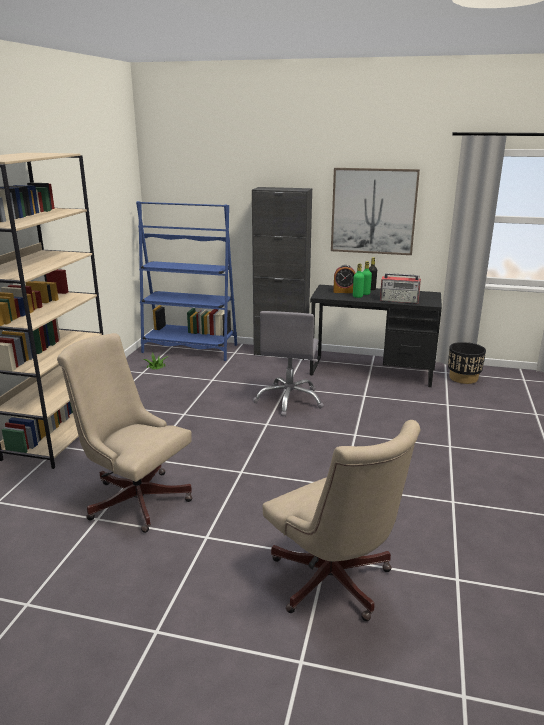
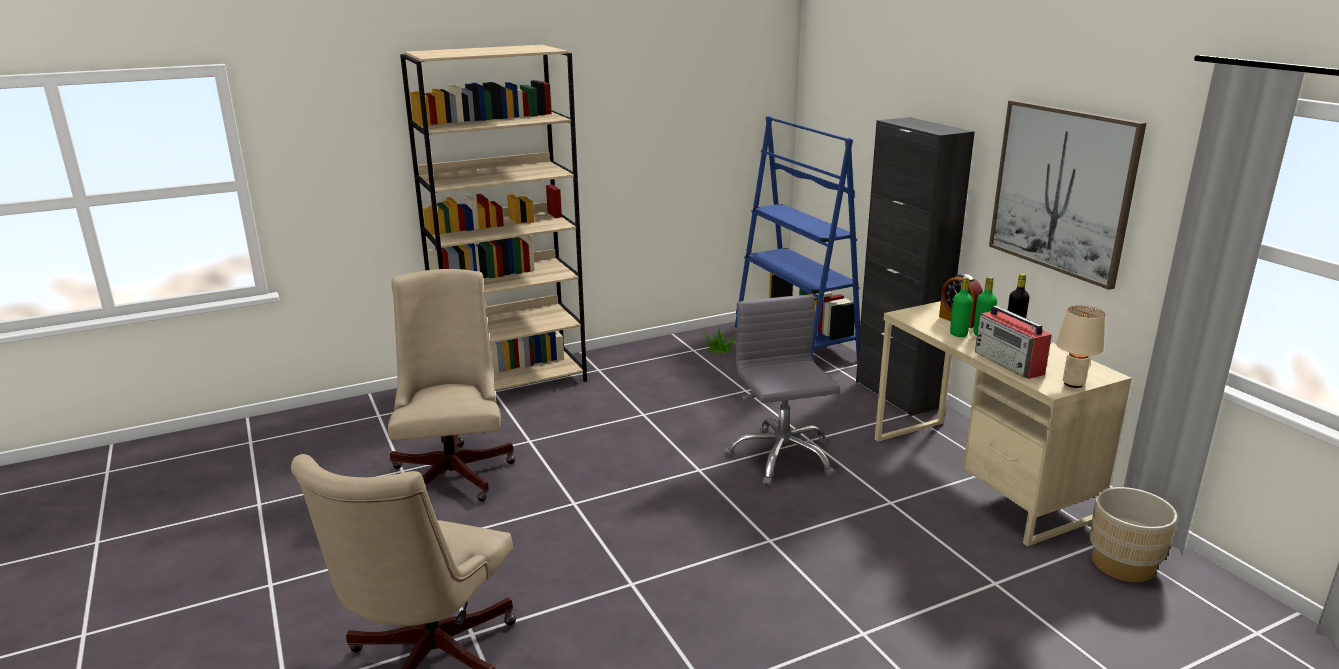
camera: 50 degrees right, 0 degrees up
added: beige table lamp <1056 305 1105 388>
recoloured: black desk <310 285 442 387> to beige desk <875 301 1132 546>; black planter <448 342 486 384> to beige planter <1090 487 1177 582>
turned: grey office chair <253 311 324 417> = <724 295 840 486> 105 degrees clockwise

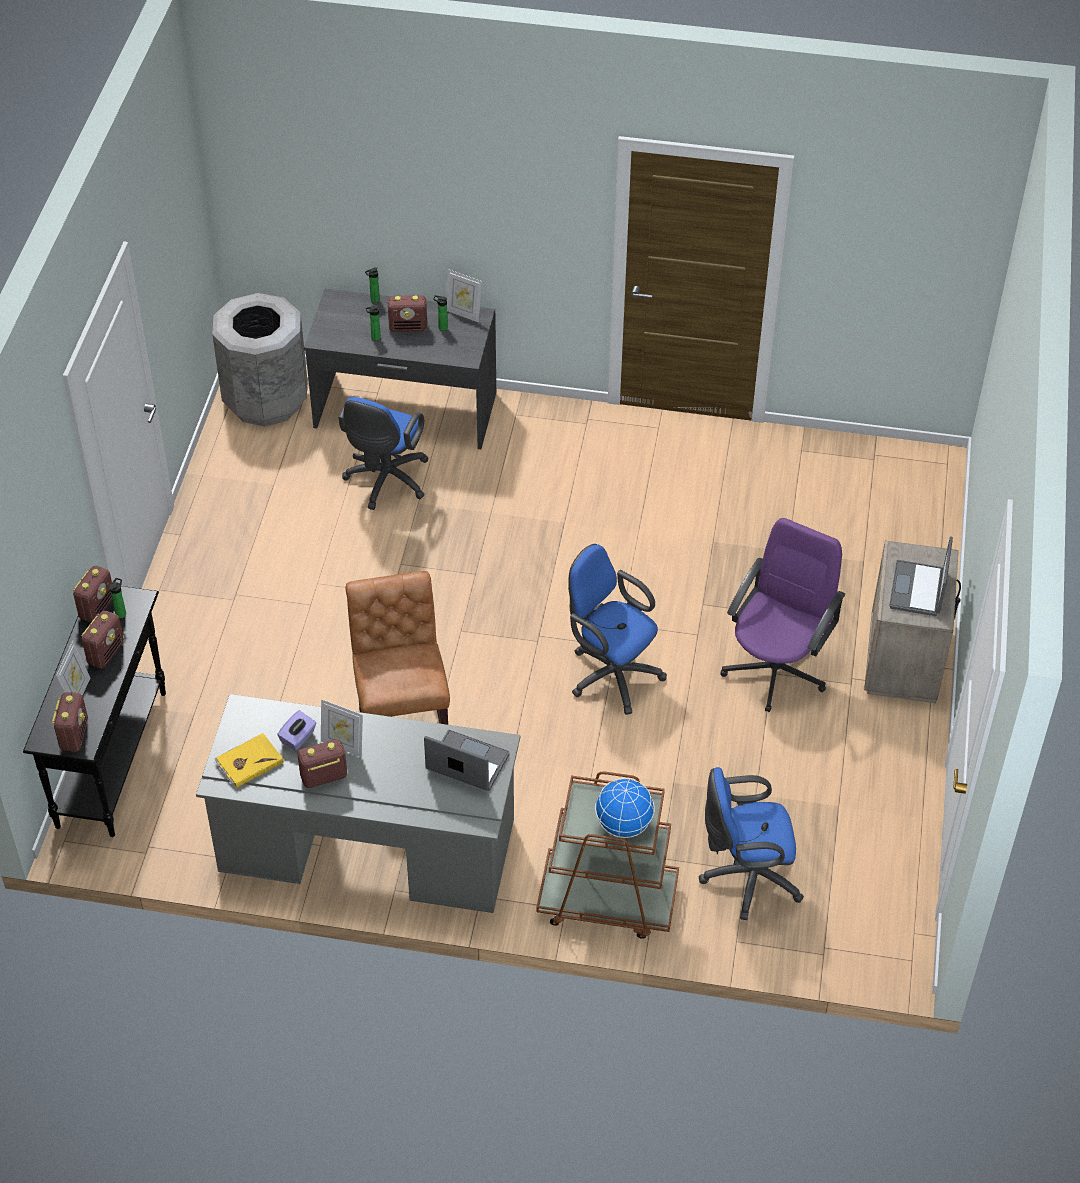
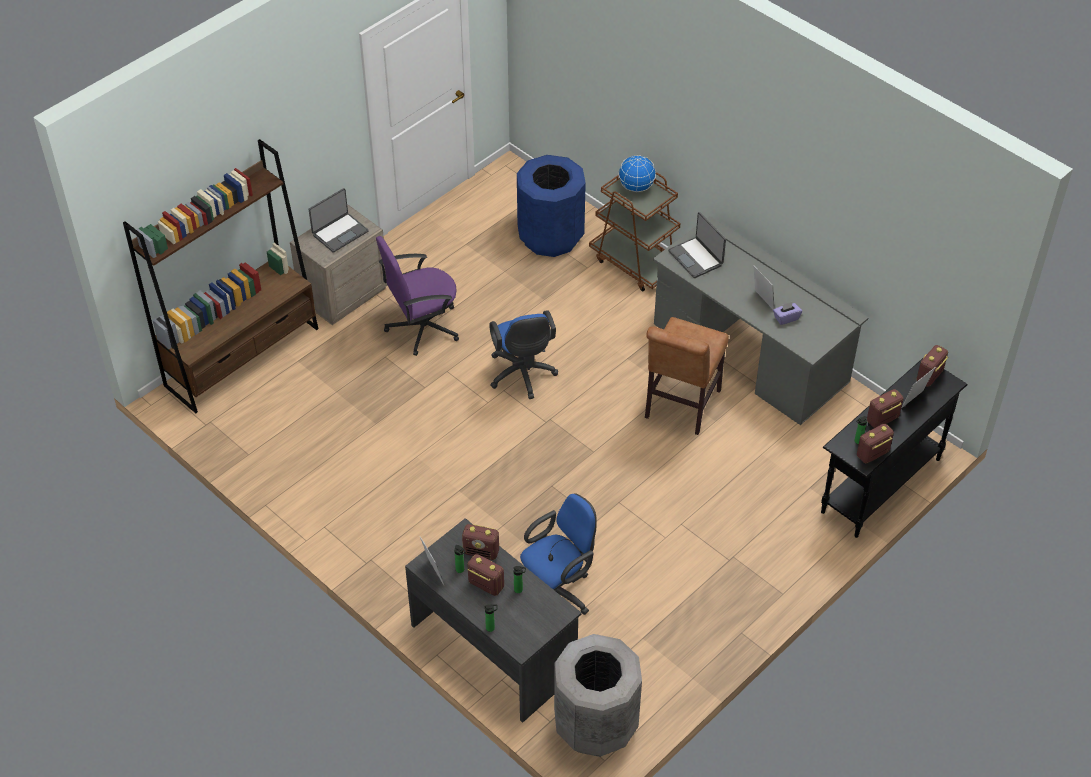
camera: 145 degrees left, 0 degrees up
removed: yellow book <214 733 284 788>
added: brown bookcase <123 139 318 413>
moved: radio <298 739 347 788> to <462 524 499 560>
replaced: blue office chair <699 767 804 920> to blue trash can <517 155 586 257>

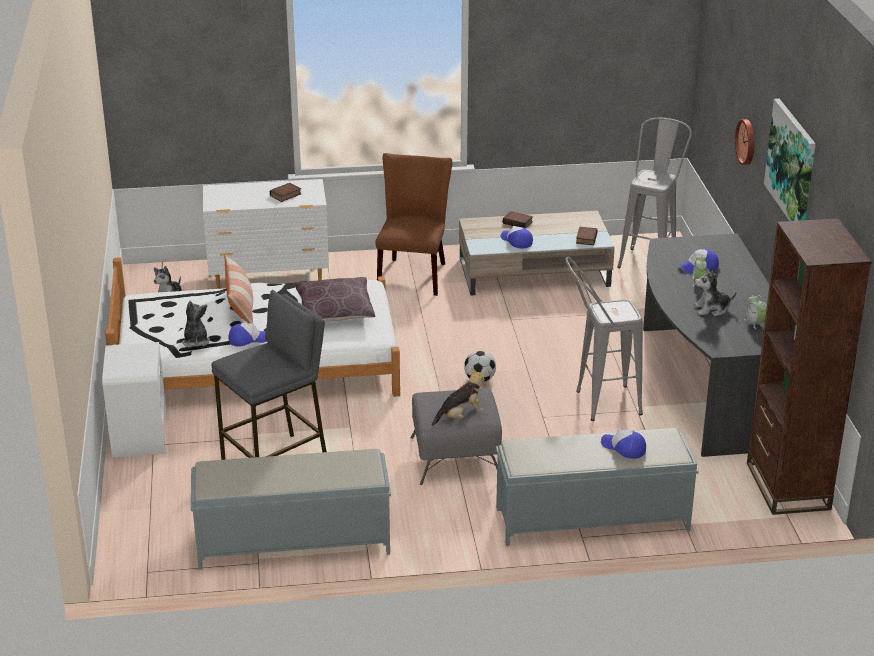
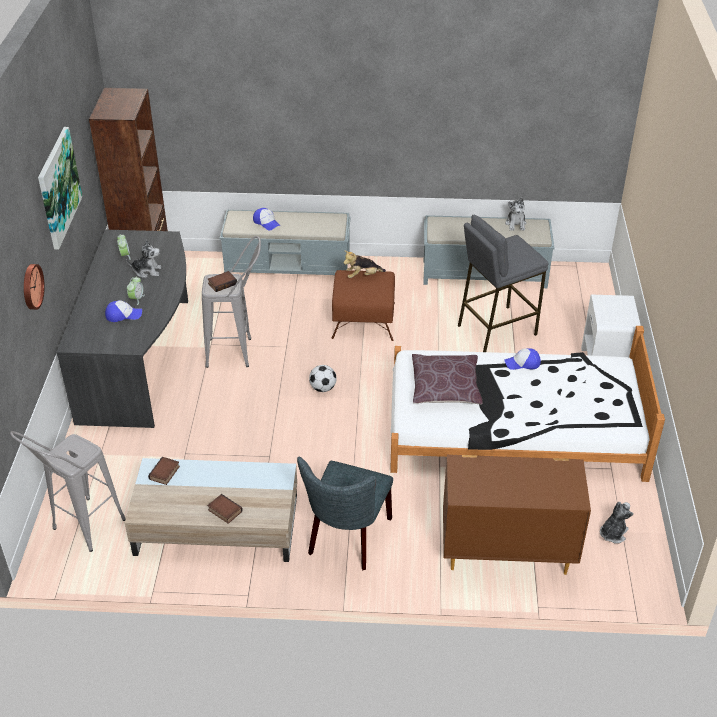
camera: 170 degrees left, 10 degrees up
removed: pillow <224 255 253 324>; cap <501 226 533 249>
moved: plush toy <182 301 210 347> to <505 198 526 231>; book <270 183 301 202> to <208 271 237 292>
recoloured: white dresser <203 179 329 289> to brown dresser <443 455 591 575>; brown chair <376 153 452 296> to grey chair <297 457 393 570>; grey ottoman <411 388 502 485> to brown ottoman <331 270 395 341>

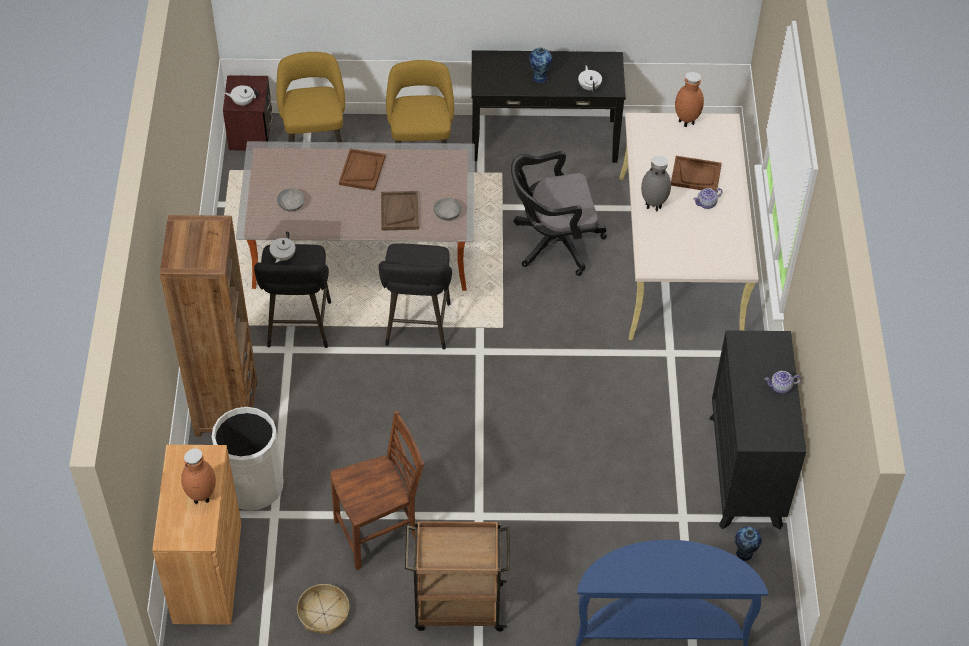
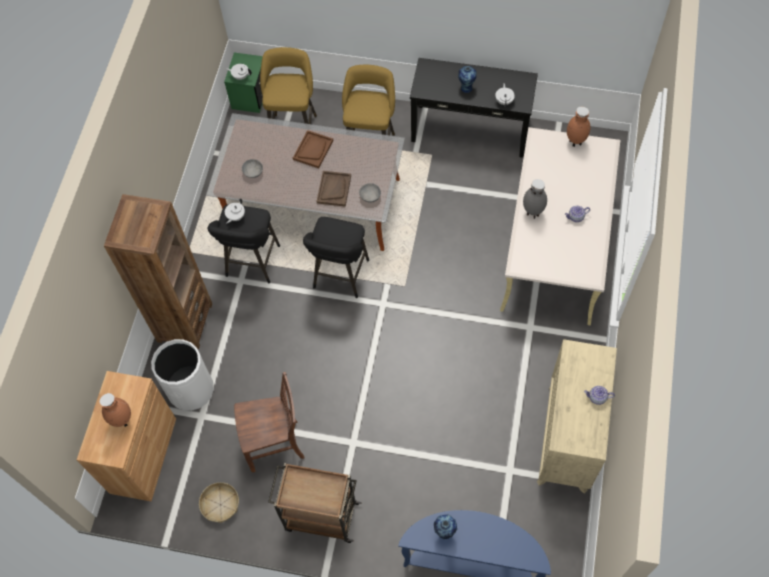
camera: 15 degrees right, 10 degrees up
removed: black office chair <511 151 607 276>; brown tray <671 156 722 191>
moved: vase <734 526 762 561> to <434 515 457 539>
recoloured: brown nightstand <223 75 273 150> to green nightstand <224 52 263 113>; black dresser <709 330 806 530> to beige dresser <537 339 617 494>

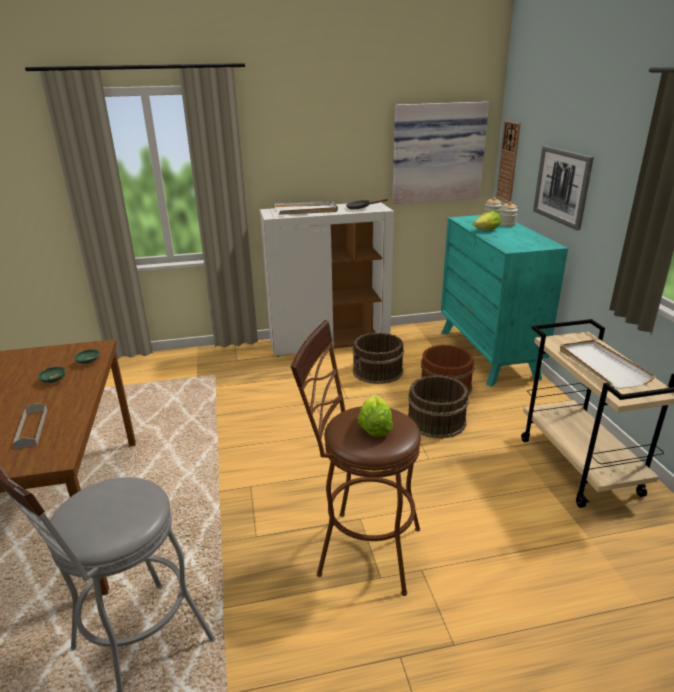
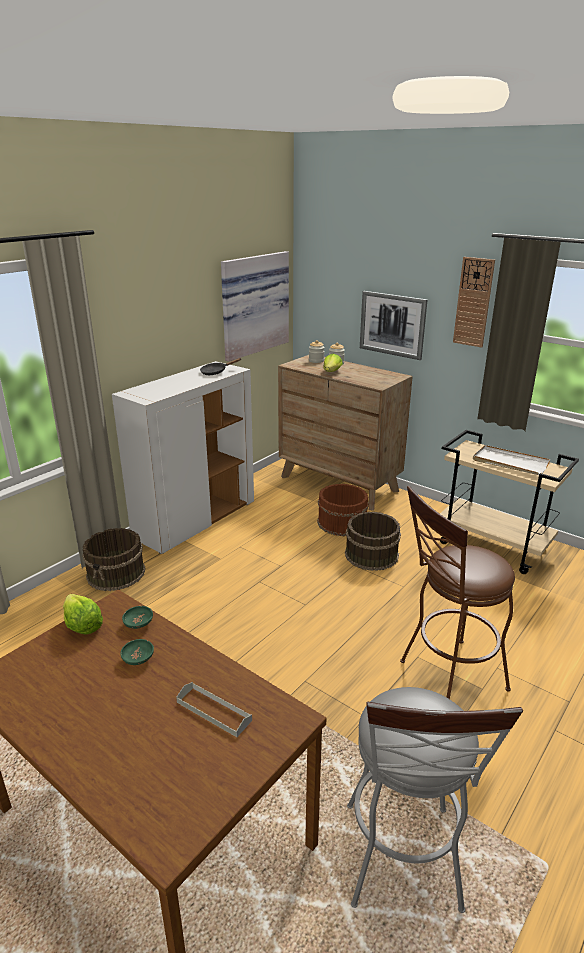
camera: 40 degrees left, 0 degrees up
removed: white tray <275 201 338 215>
moved: brown bucket <352 332 404 384> to <82 528 145 591>; lettuce <358 394 393 437> to <63 594 103 635>; wall clock <496 121 521 203> to <453 257 495 348>
recoloured: turquoise dresser <441 215 568 387> to brown dresser <278 355 413 510>

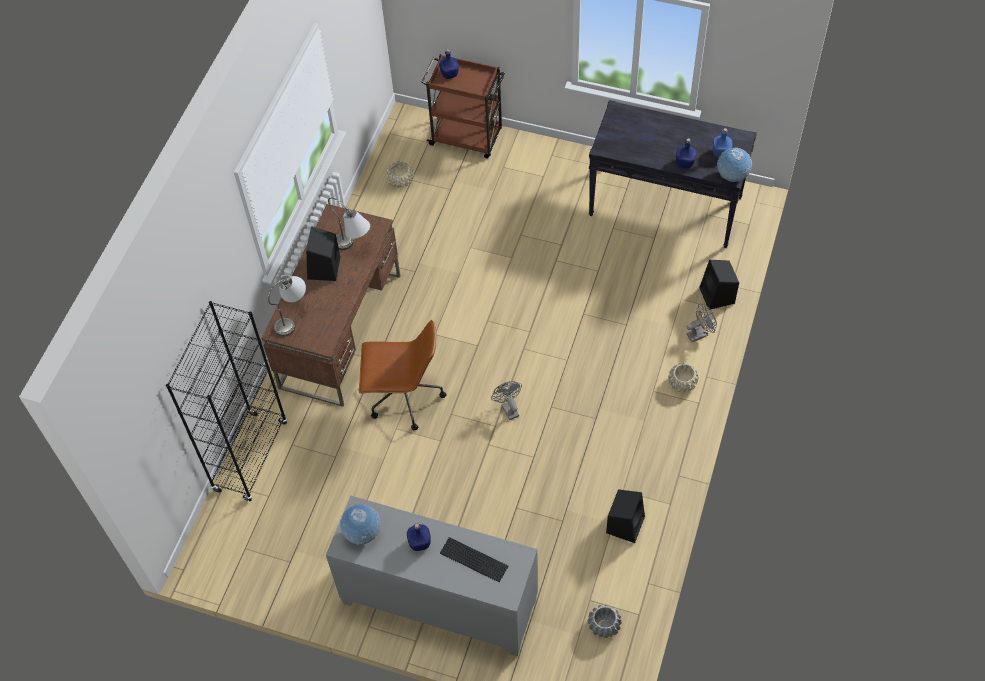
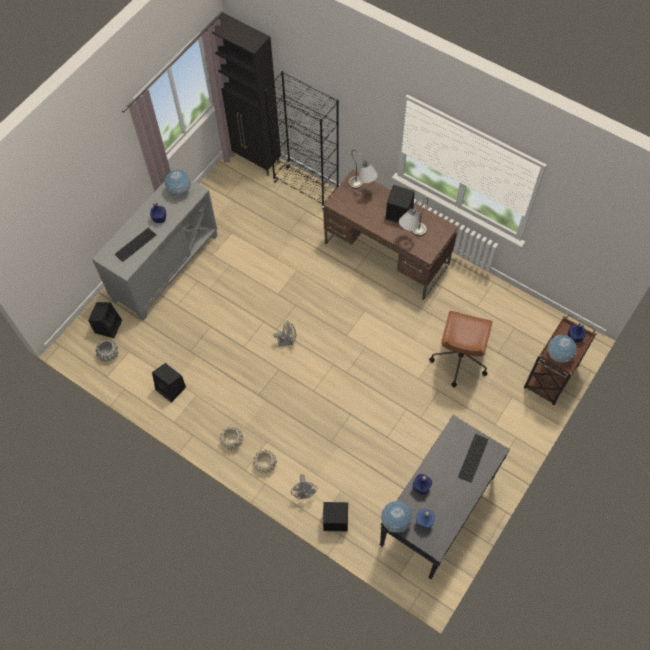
camera: 105 degrees right, 5 degrees up
added: black speaker <88 302 122 338>; black cabinet <207 13 281 176>; keyboard <458 434 489 483>; globe <547 334 577 363>
moved: brown office chair <359 320 447 430> to <429 311 493 387>; beige planter <386 161 413 188> to <220 427 243 451>

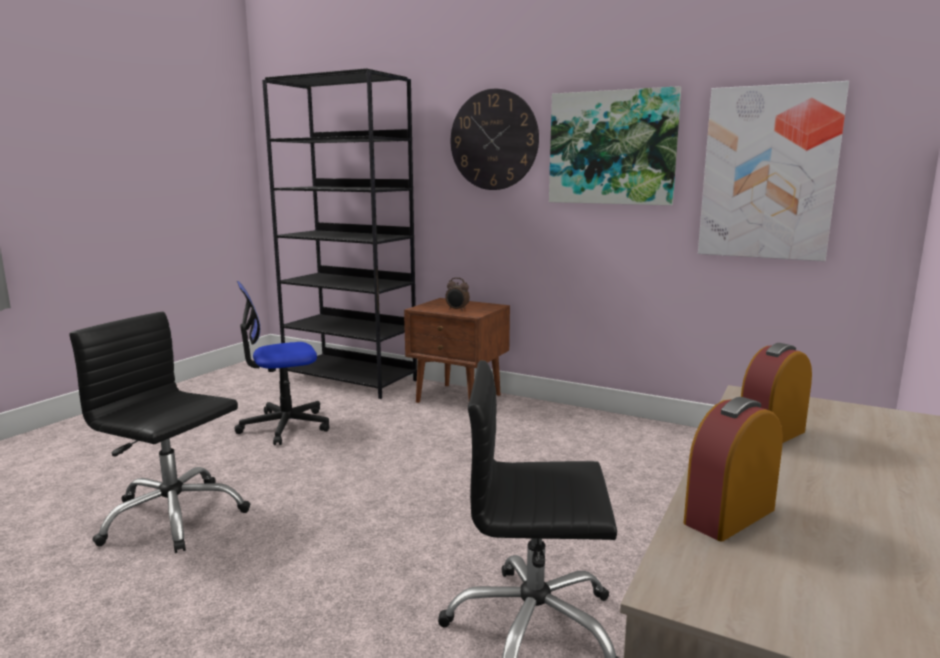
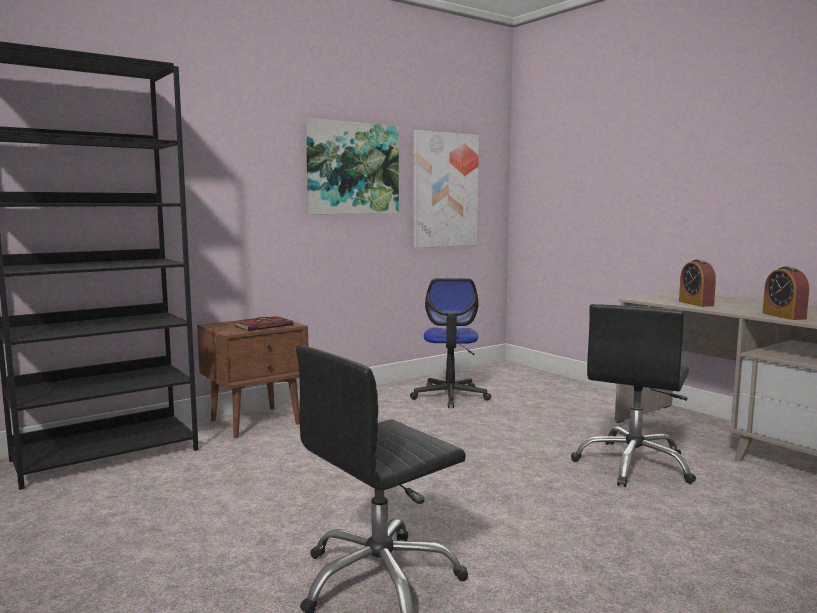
camera: 65 degrees left, 5 degrees down
removed: wall clock <451 89 539 190>
moved: office chair <235 281 329 445> to <410 278 491 408>
replaced: alarm clock <445 278 470 311> to book <234 316 293 331>

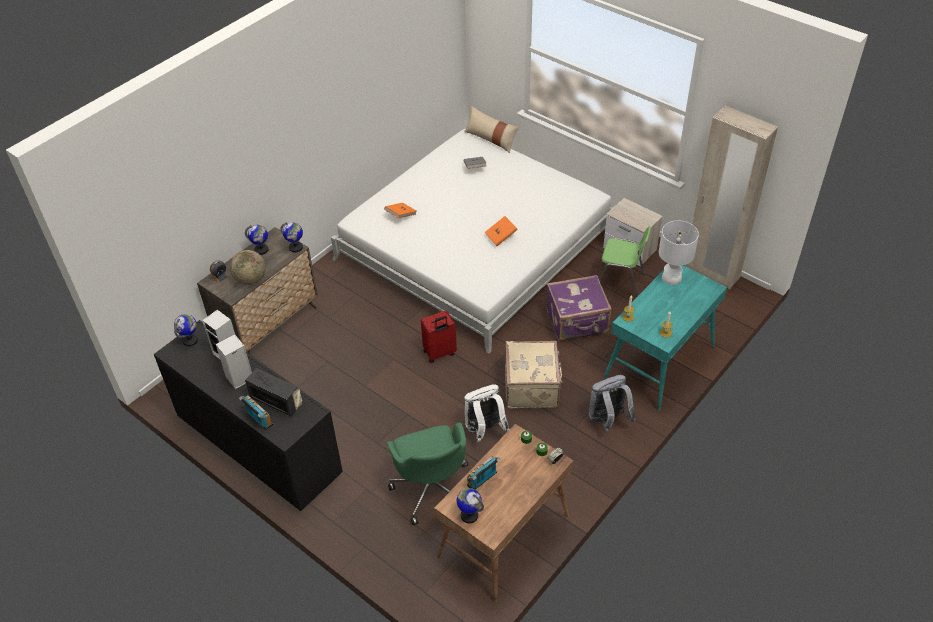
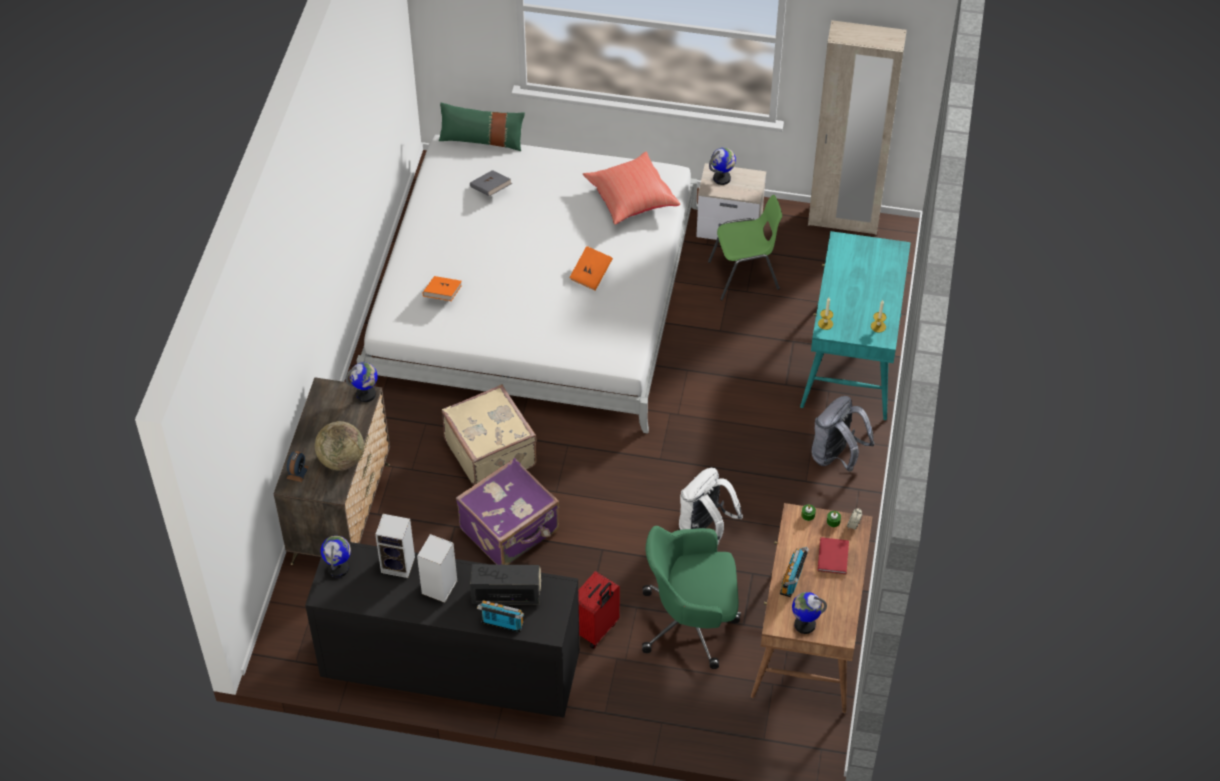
camera: 30 degrees left, 5 degrees up
removed: white table lamp <659 220 699 285>
added: red pillow <583 152 680 225>; red book <817 537 849 574>
moved: globe <245 225 268 255> to <709 148 736 185>; red suitcase <421 310 457 363> to <578 571 620 649>; beige suitcase <505 341 562 409> to <442 385 537 486>; purple suitcase <547 275 612 341> to <456 458 559 565>
recoloured: beige pillow <464 106 519 153> to green pillow <439 103 525 151>
turned: green office chair <387 422 468 525> = <642 526 741 669> 135 degrees clockwise

